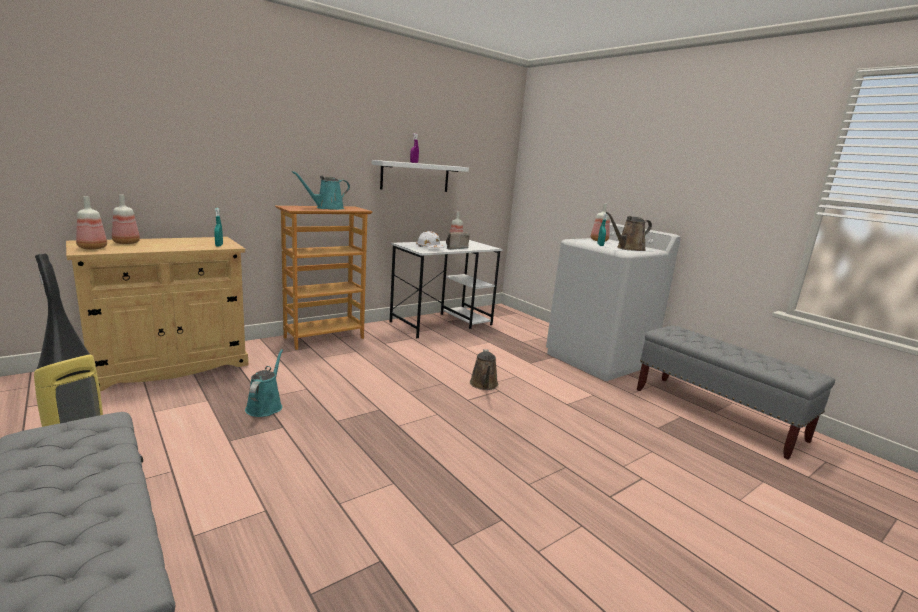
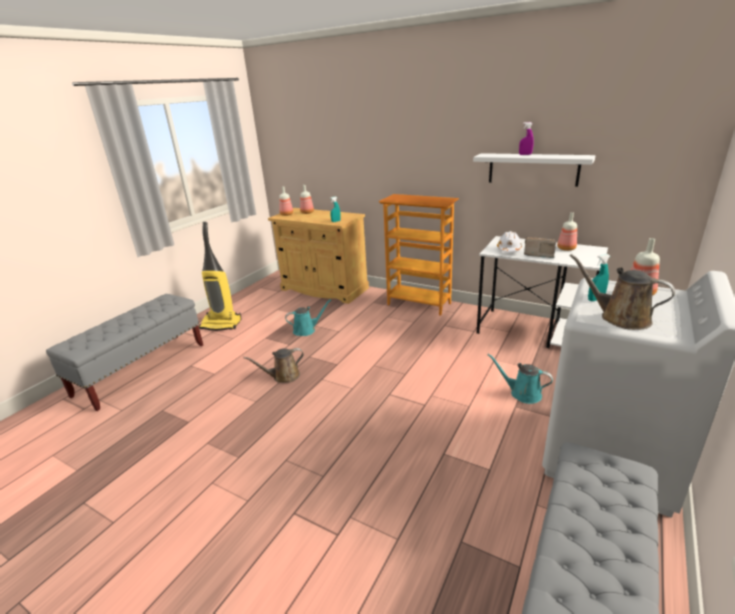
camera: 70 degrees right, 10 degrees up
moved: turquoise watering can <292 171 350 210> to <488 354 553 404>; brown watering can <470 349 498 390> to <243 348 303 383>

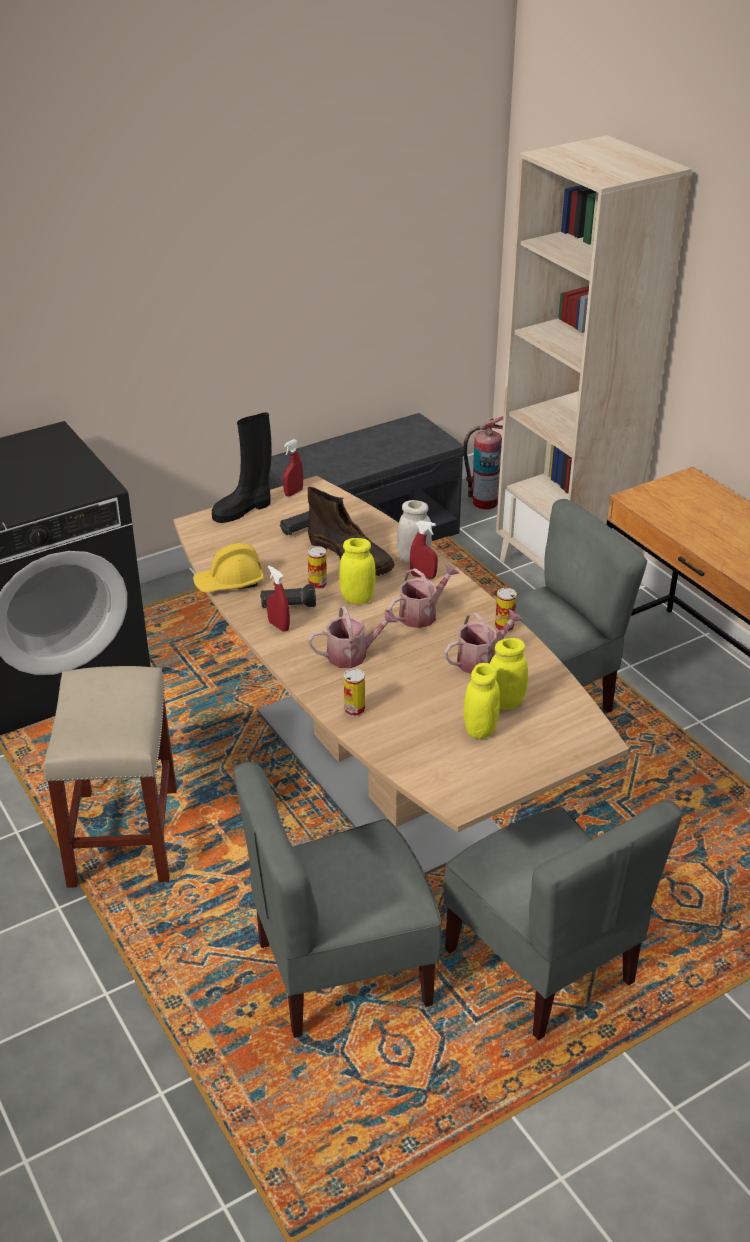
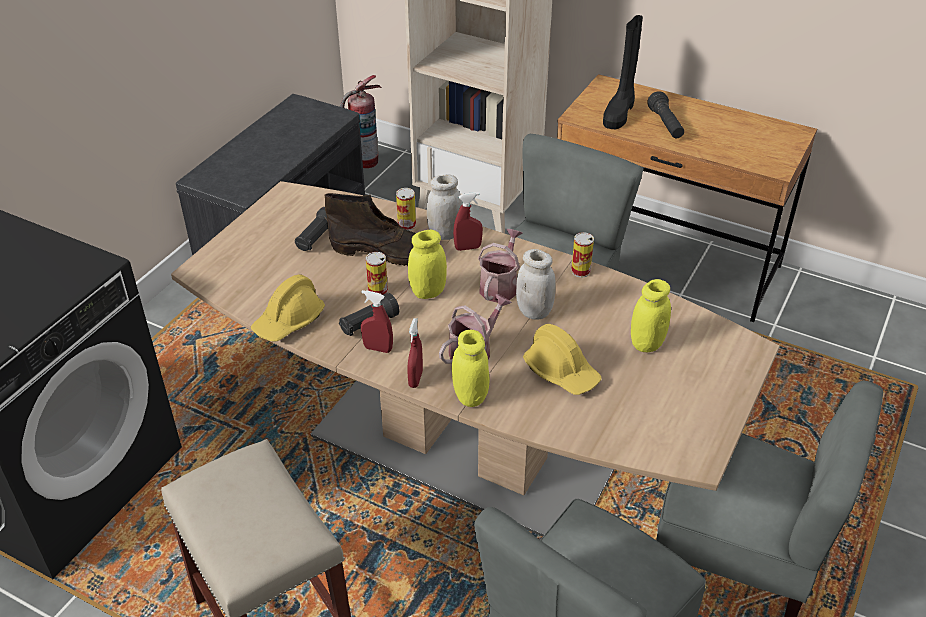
camera: 30 degrees left, 5 degrees up
removed: watering can <444 609 523 674>
added: white jar <516 249 556 320>; yellow hard hat <523 324 602 395>; black flashlight <648 91 684 138>
moved: black boot <212 412 272 523> to <603 15 643 129>; red spray bottle <283 439 303 496> to <407 318 423 388>; can <344 668 365 717> to <396 188 416 231>; yellow jar <463 663 500 739> to <452 330 489 407>

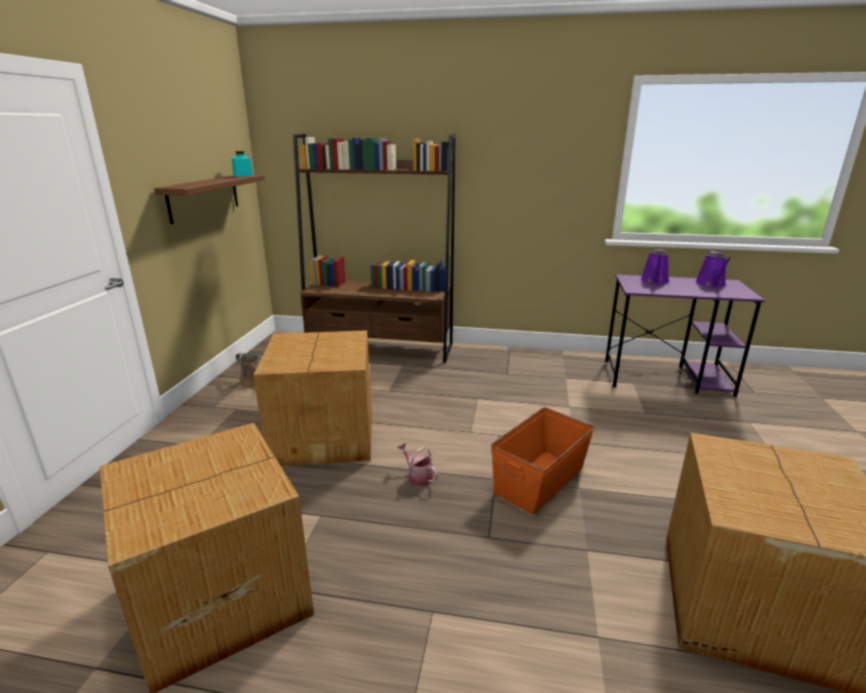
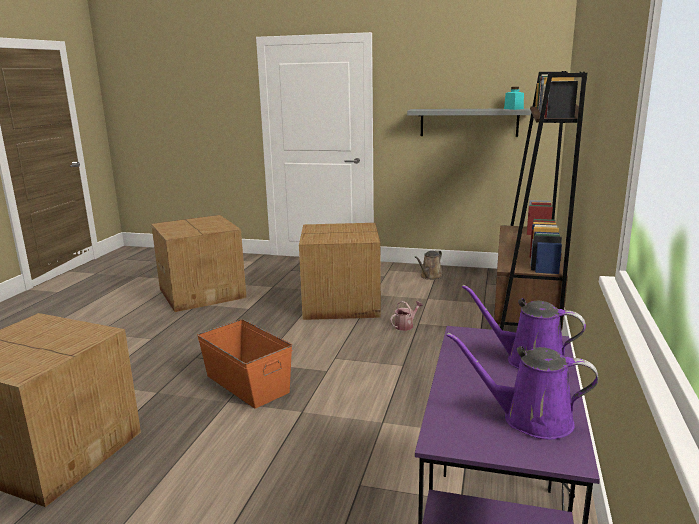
camera: 95 degrees right, 5 degrees down
moved: watering can <397 443 438 486> to <390 301 423 331>
recoloured: brown shelf <154 175 265 224> to grey shelf <407 108 531 137>

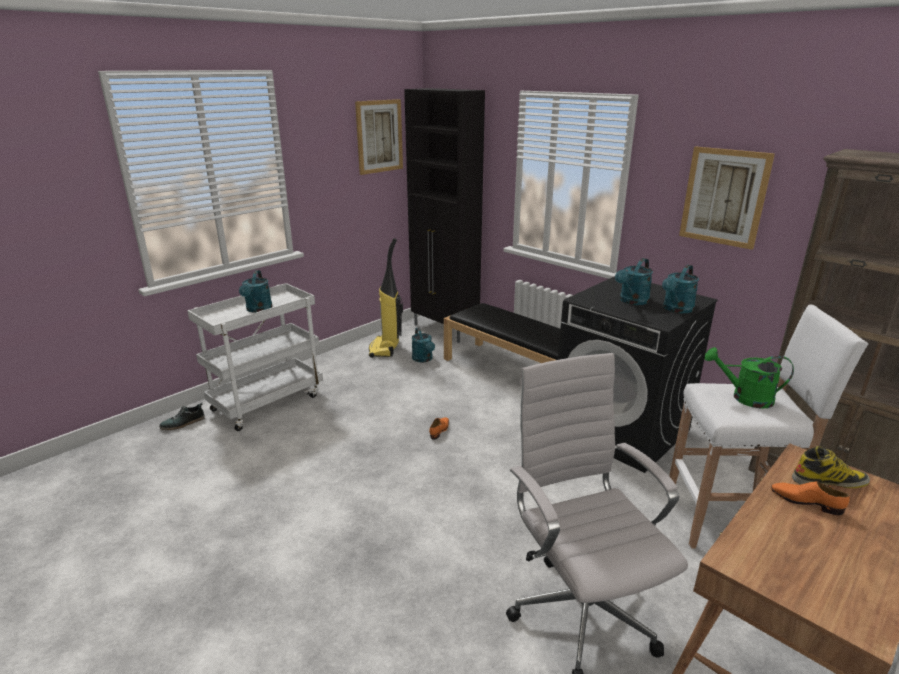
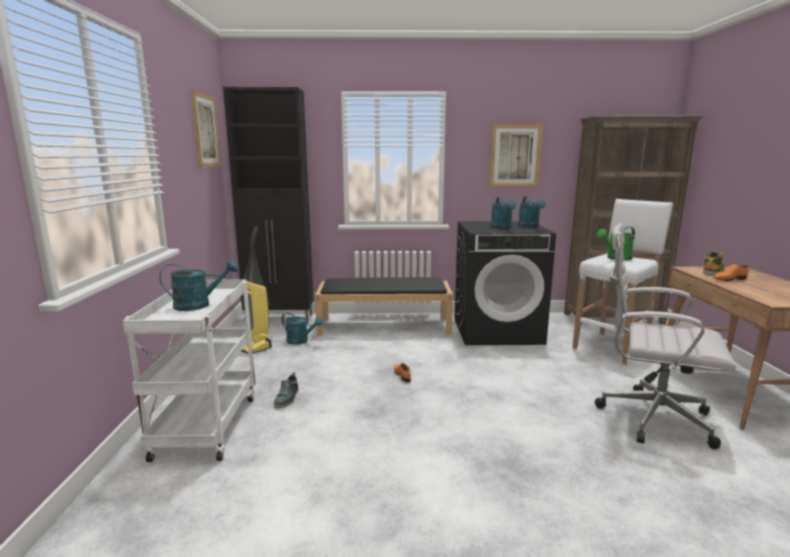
camera: 45 degrees left, 10 degrees down
moved: shoe <159 403 205 430> to <274 372 298 408>
turned: turquoise watering can <239 270 273 313> = <160 260 238 311> 60 degrees counterclockwise

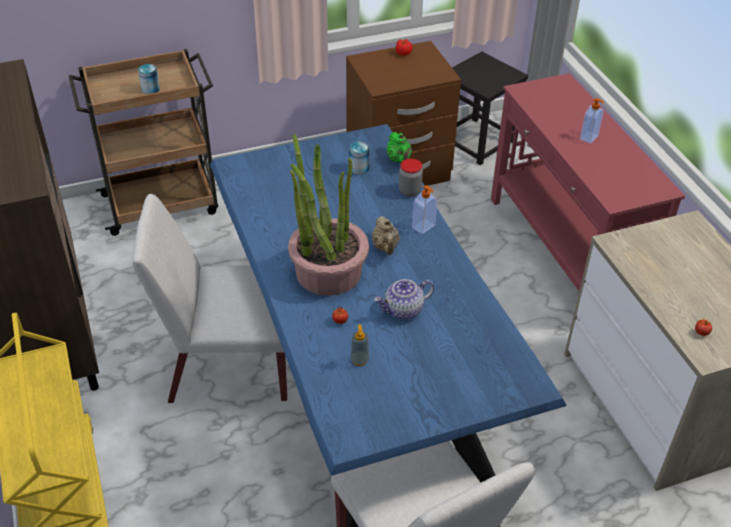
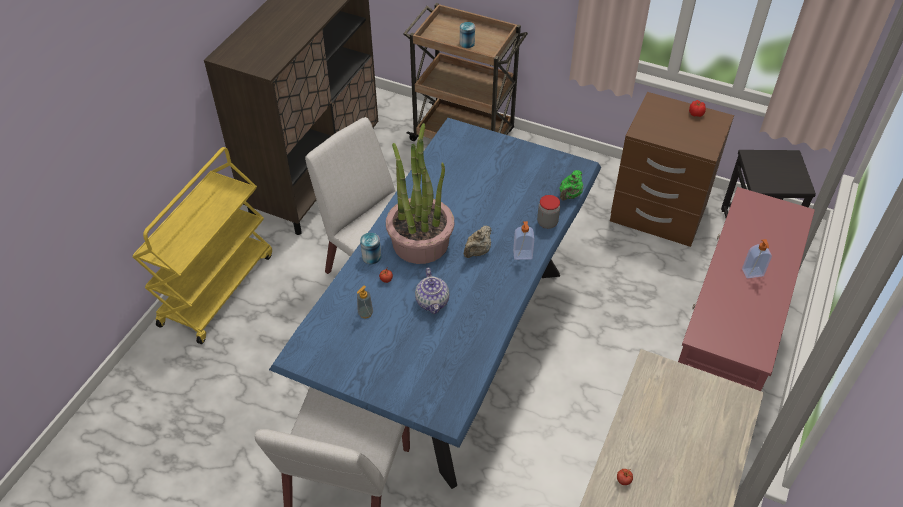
camera: 45 degrees right, 5 degrees up
moved: can <349 142 369 175> to <360 233 381 264>
turned: teapot <374 279 434 320> = <415 267 449 314> 120 degrees counterclockwise

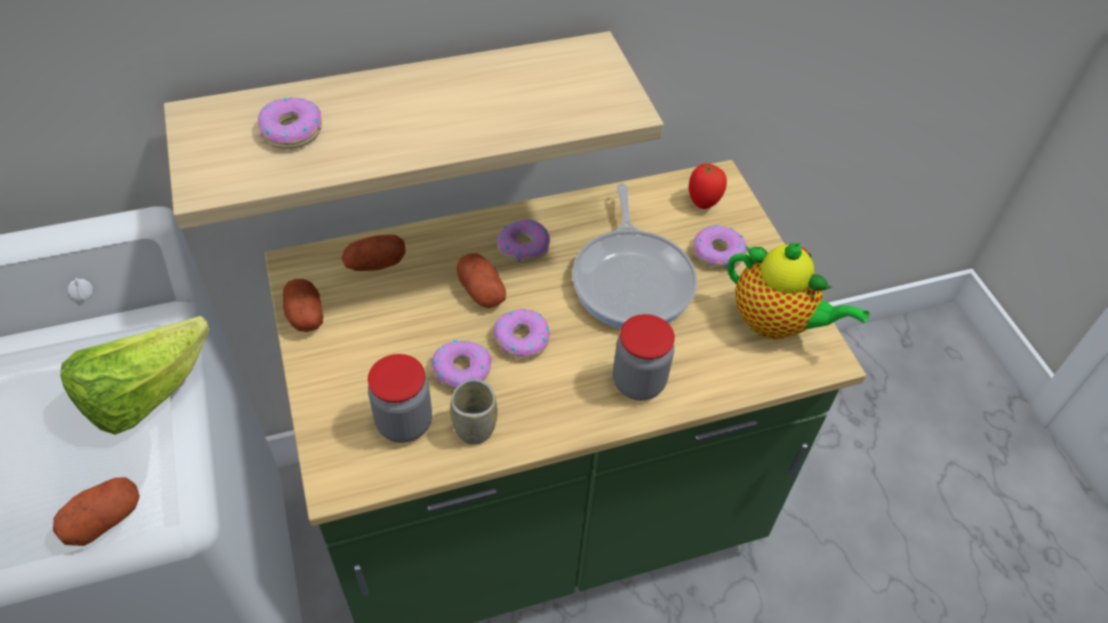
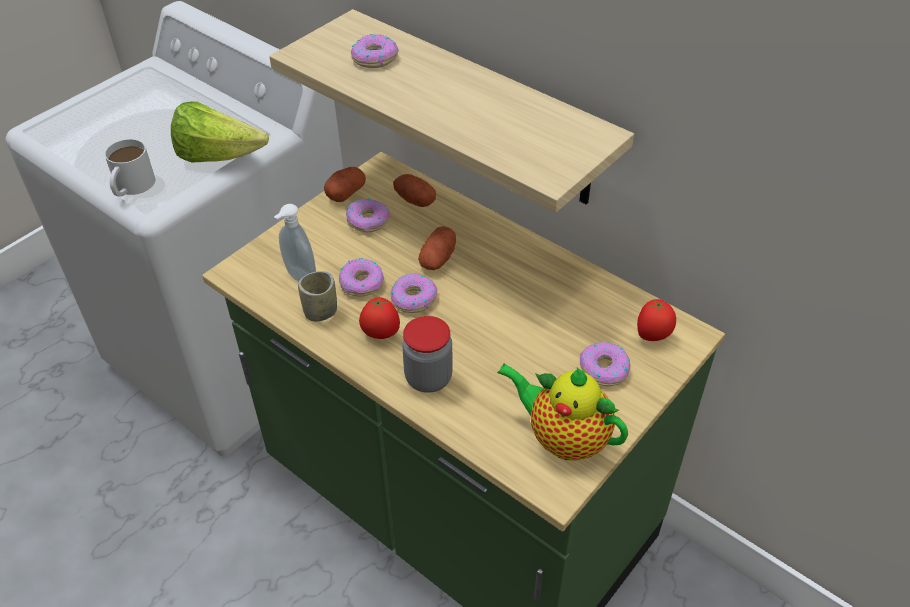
camera: 60 degrees right, 5 degrees down
removed: frying pan <572 183 697 328>
added: tomato <359 297 400 339>
moved: donut <497 219 550 263> to <346 198 390 232>
replaced: potato <53 477 140 546> to white mug <104 139 155 197>; jar <368 354 432 443> to soap dispenser <274 204 316 282>
turned: teapot <727 243 869 339> = <497 363 628 461> 120 degrees clockwise

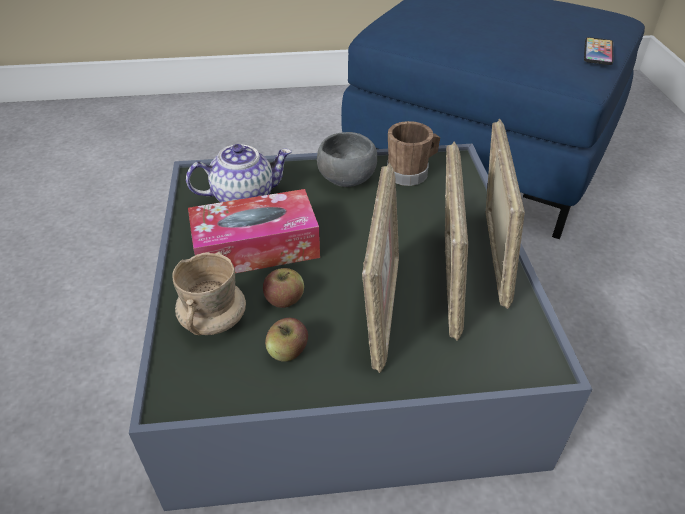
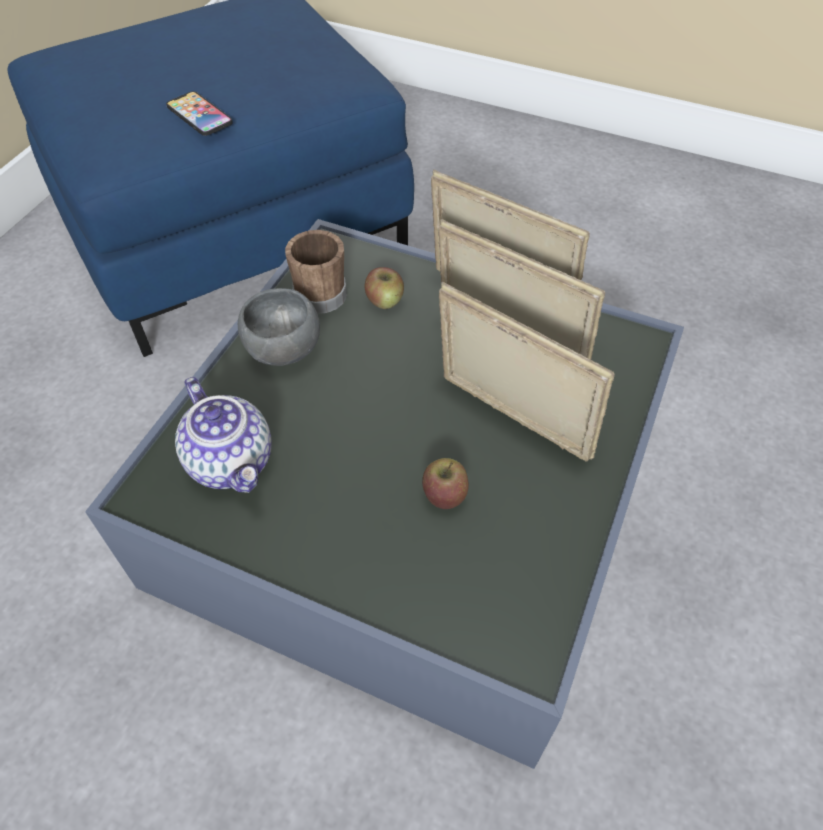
camera: 60 degrees left, 10 degrees up
removed: beige mug <172 252 246 335>; tissue box <188 189 320 273>
moved: apple <265 318 308 362> to <365 267 404 309>; phone <584 37 613 65> to <166 91 233 136>
turned: teapot <186 144 292 202> = <175 377 272 493> 135 degrees clockwise

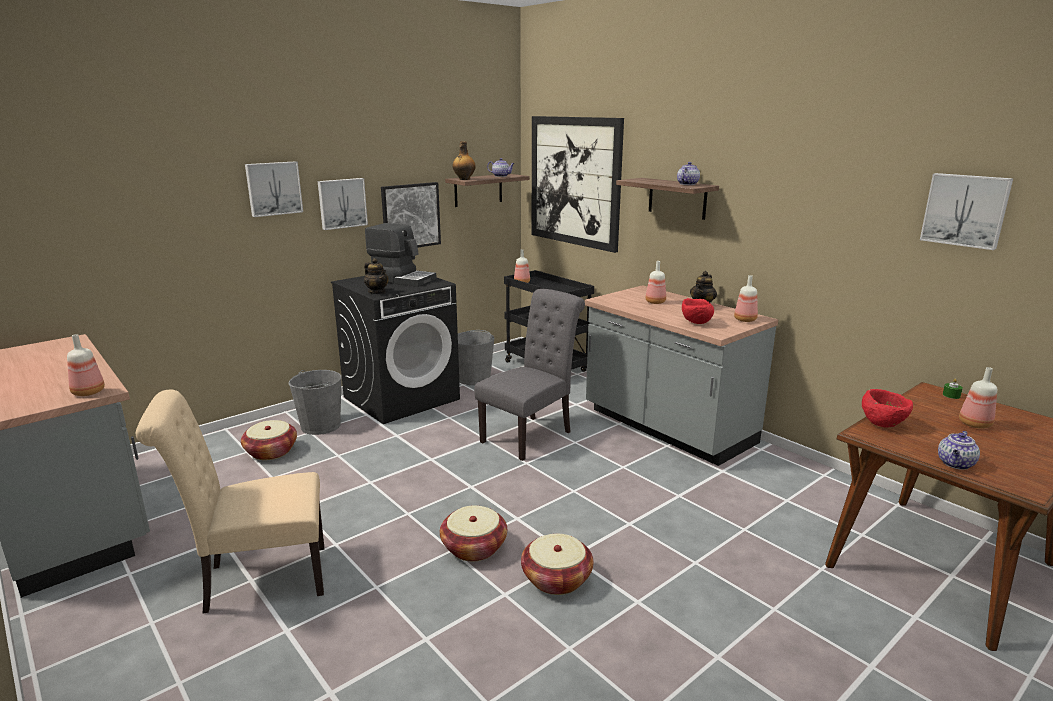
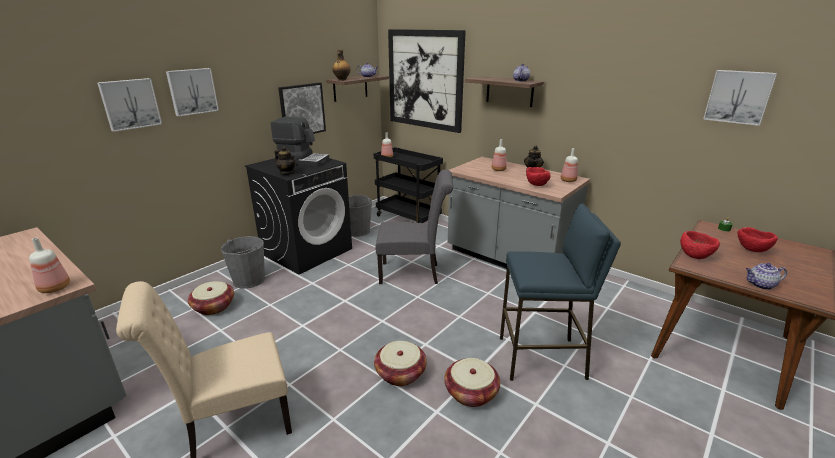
camera: 10 degrees left, 5 degrees up
added: blue stool <500 203 621 381>
moved: picture <318 178 368 230> to <97 78 162 132>
replaced: bottle <959 367 997 429> to red bowl <738 227 778 252>
turned: grey chair <474 289 585 461> = <375 170 453 284> 60 degrees clockwise; teapot <938 431 980 470> = <746 263 787 290> 60 degrees clockwise

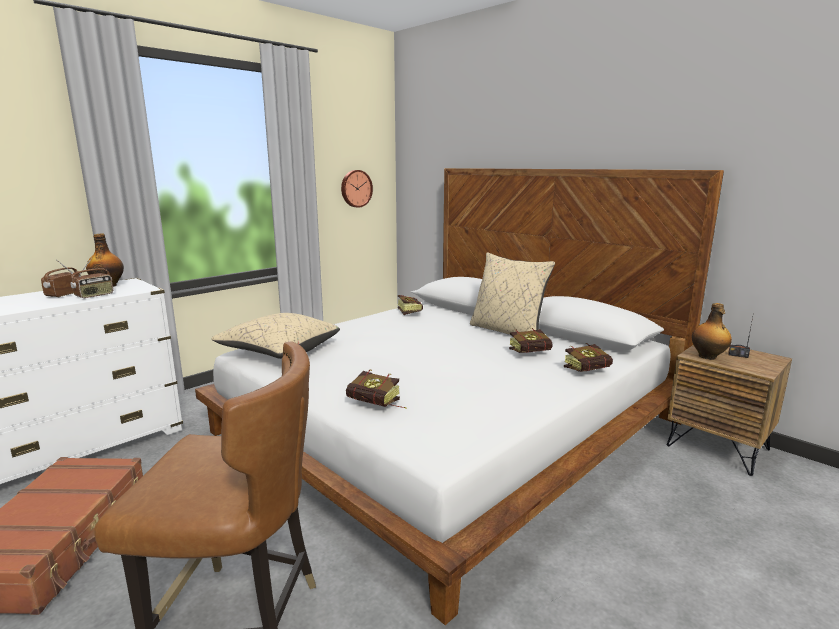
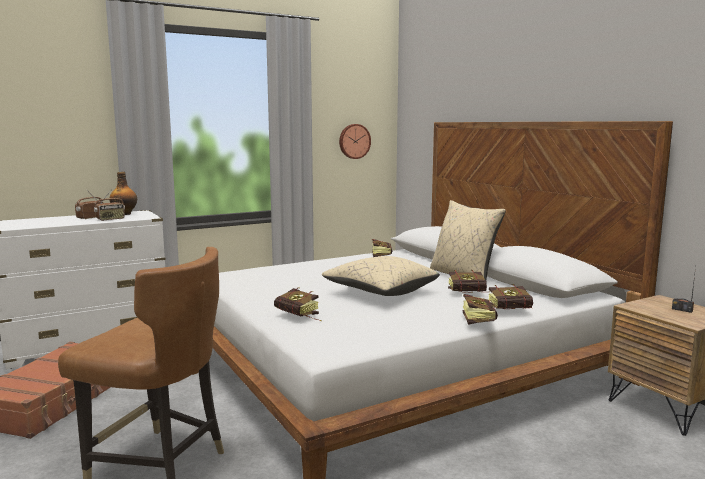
camera: 15 degrees right, 5 degrees down
removed: bottle <692 303 732 360>
added: book <463 294 498 325>
moved: beige pillow <211 313 340 359> to <322 256 440 296>

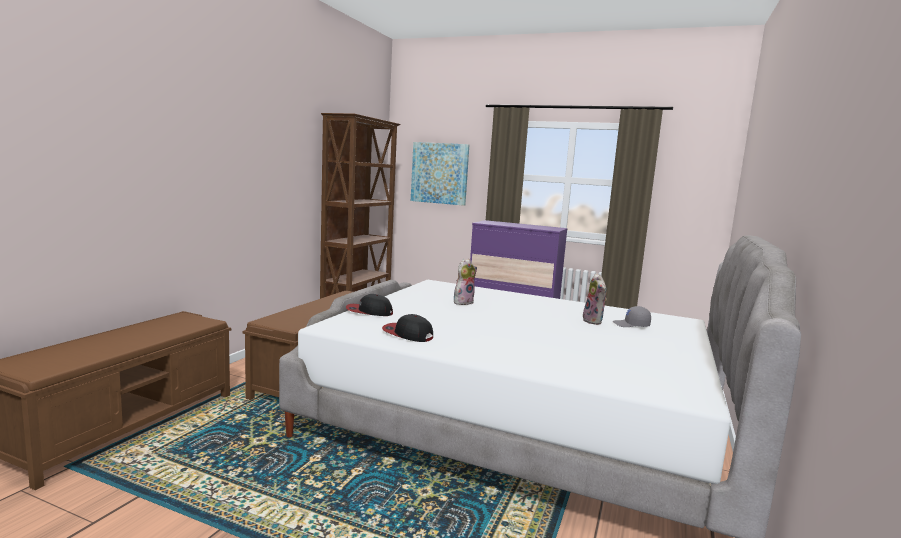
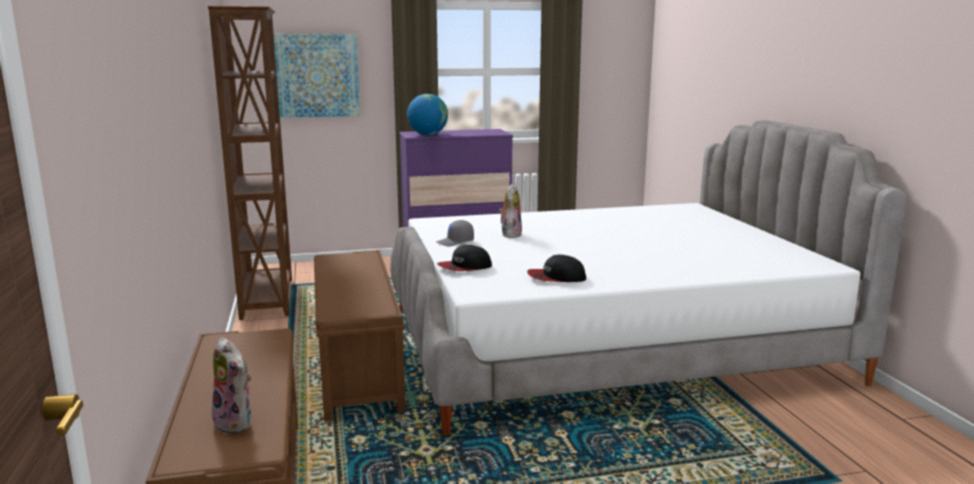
camera: 35 degrees left, 5 degrees up
added: globe <407 94 448 135>
moved: plush toy <583 273 607 325> to <210 337 252 434>; grey cap <613 306 651 327> to <436 220 474 246>

